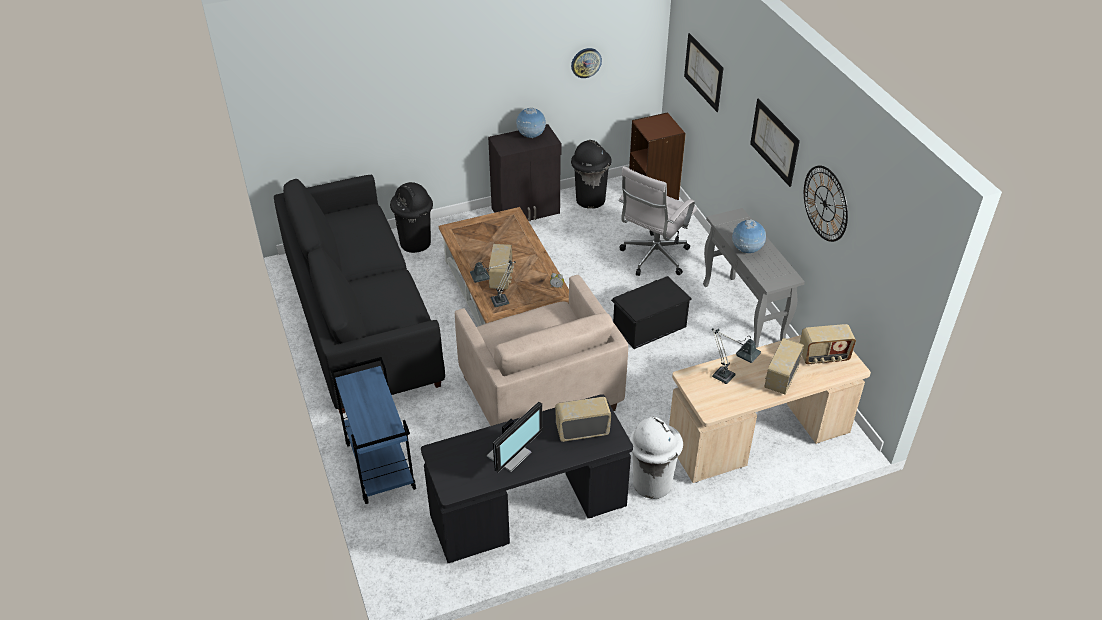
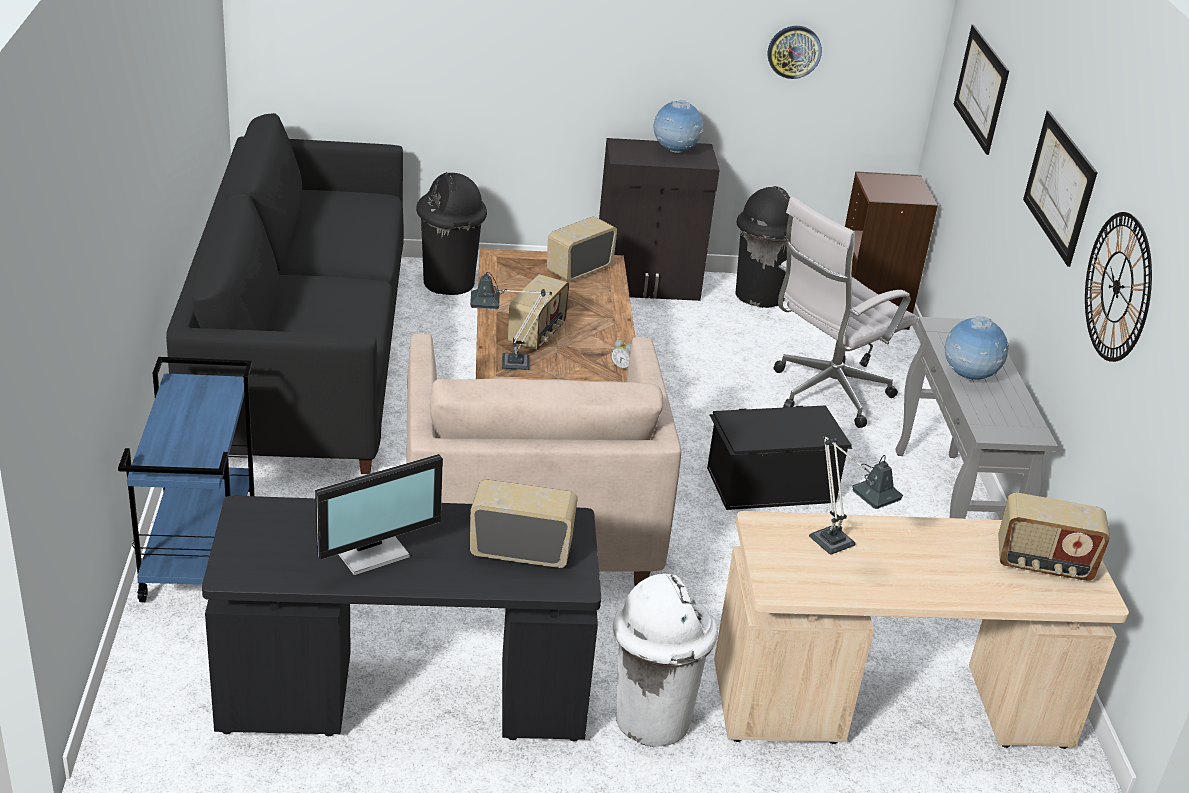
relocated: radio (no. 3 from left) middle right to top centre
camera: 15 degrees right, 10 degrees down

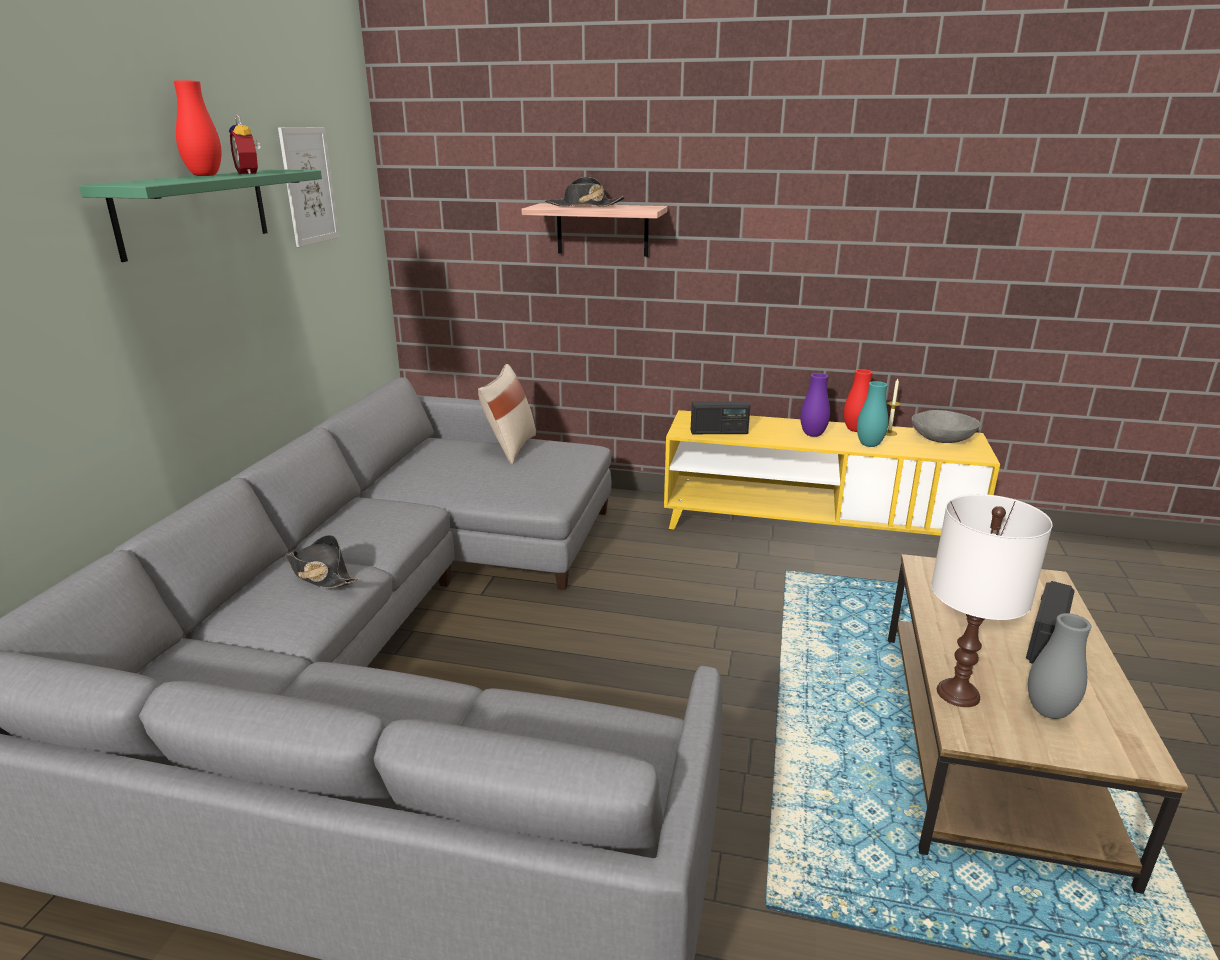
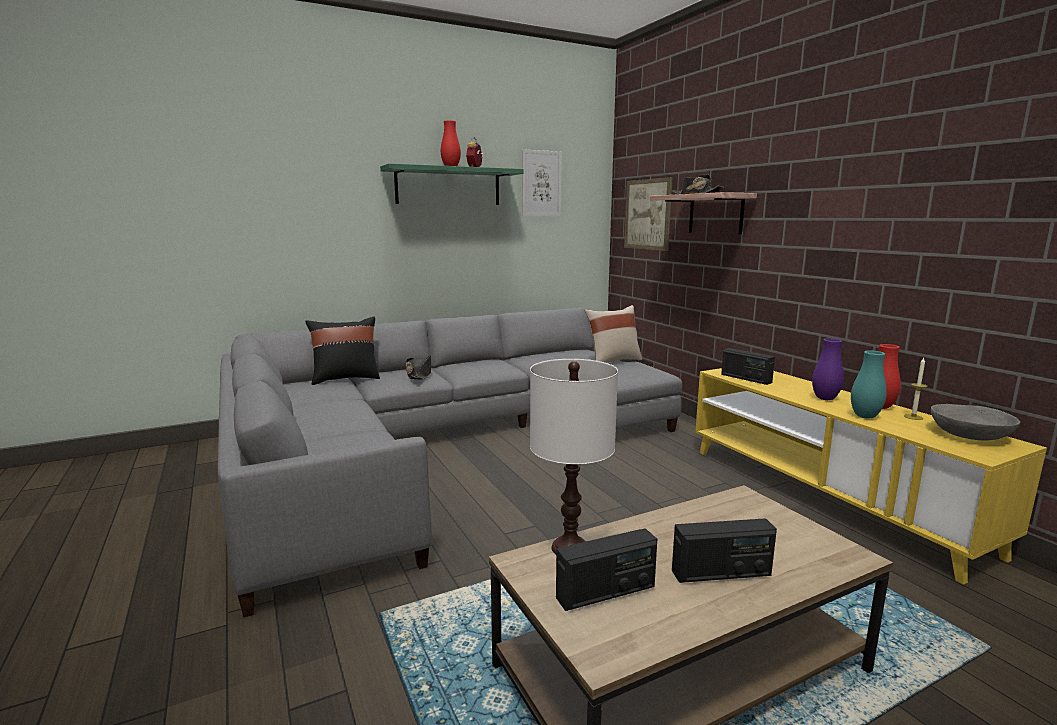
appeared: wall_art (no. 2 from left) top centre; blackish_throw_pillow middle left
exchanged: grey_vase bottom right to radio (no. 1 from left) bottom centre
camera: 50 degrees right, 10 degrees down

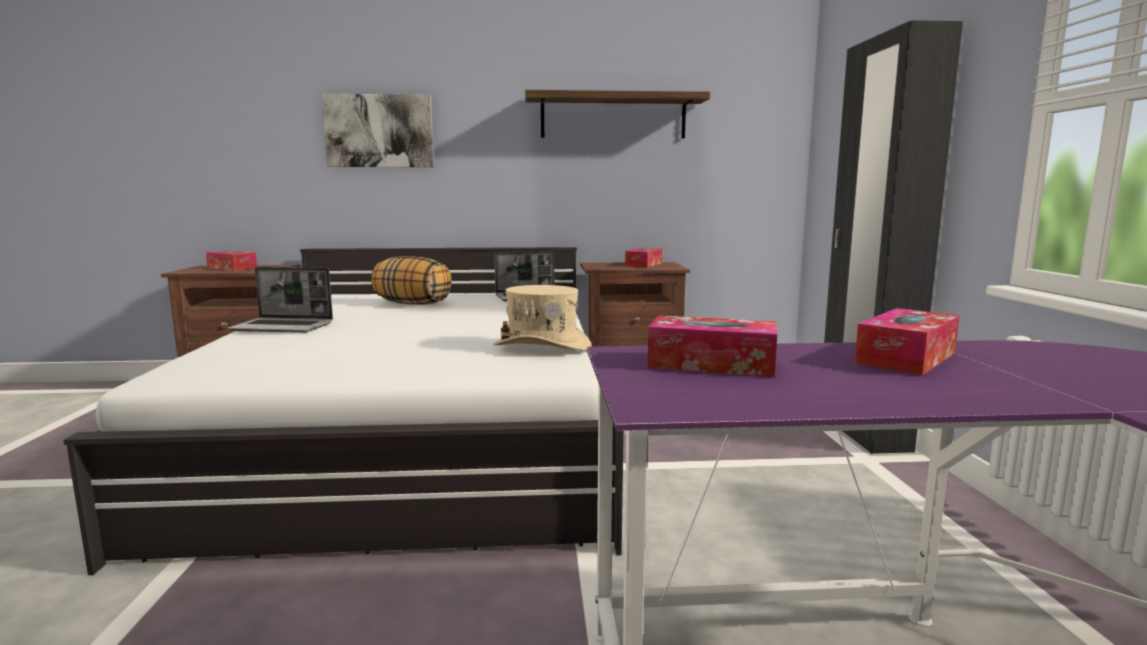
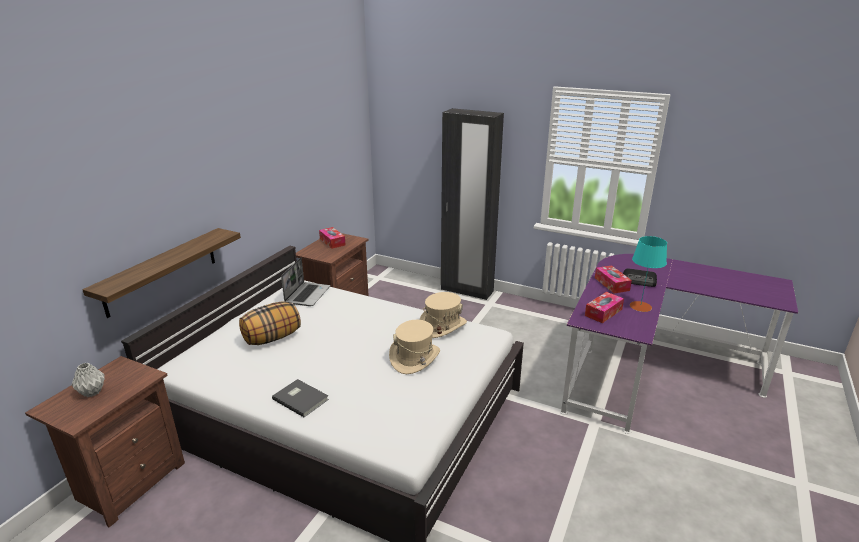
missing: wall_art top left
appeared: blue-green_lamp_for_a_table middle right; radio middle right; beige_hat (no. 1 from left) centre
relocated: bracket_shelf top centre to middle left
exchanged: box_of_tissues (no. 1 from left) middle left to grey_vase bottom left; notebook_computer (no. 1 from left) middle left to grey_volume bottom centre
camera: 60 degrees left, 15 degrees up

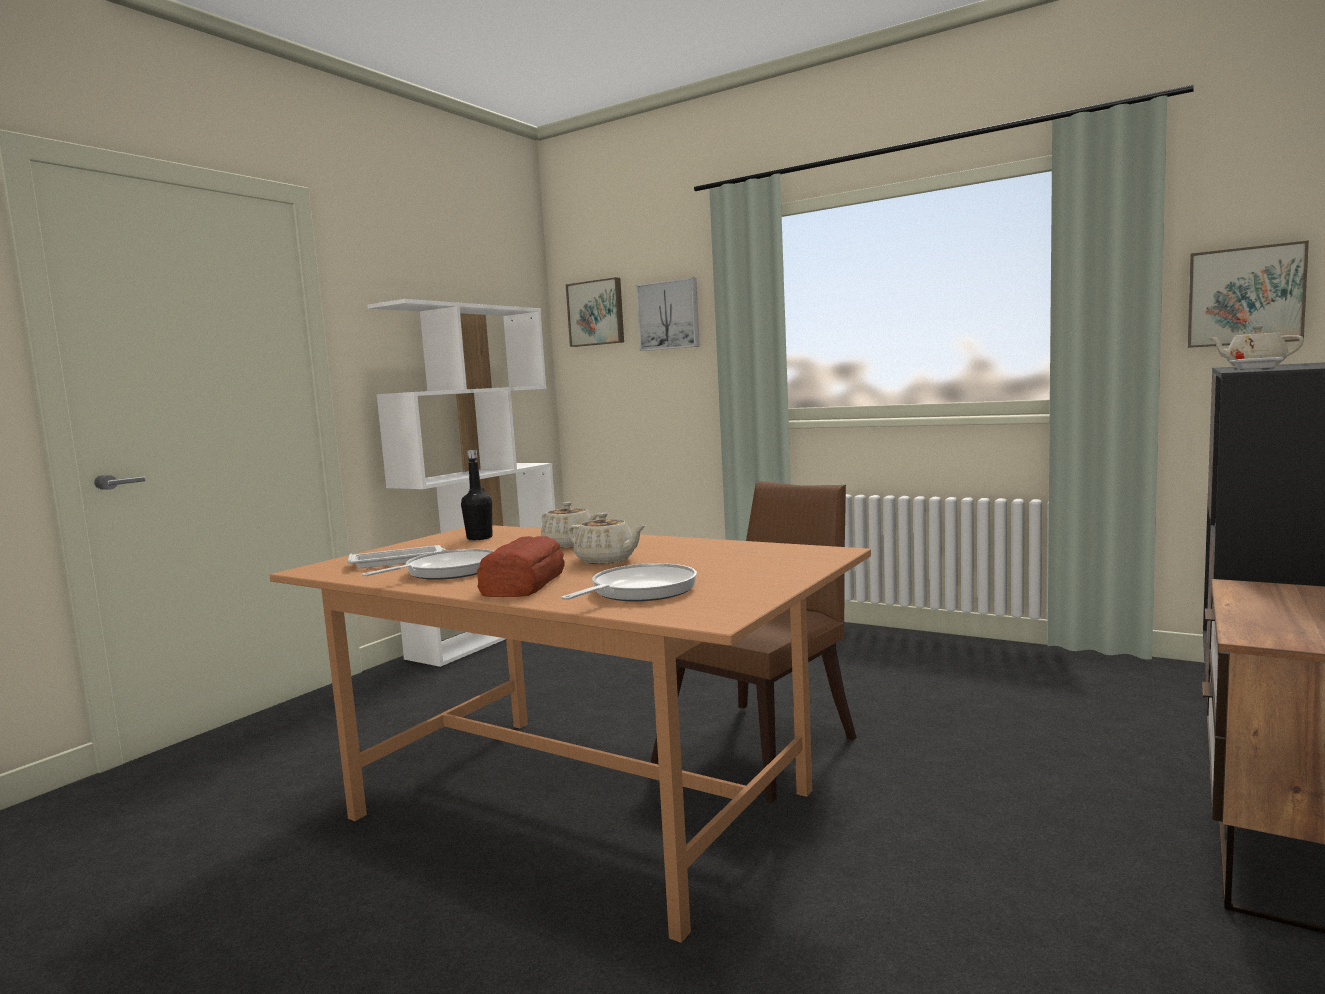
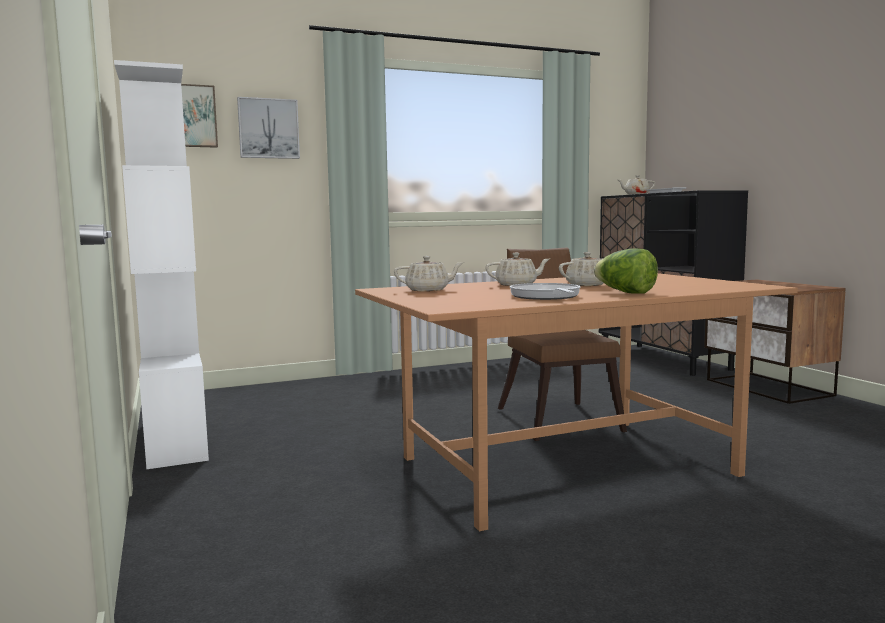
missing: wall_art (no. 3 from left) top right; white_tray (no. 1 from left) middle left; frying_pan (no. 2 from left) centre
exchanged: blackish_beverage_bottle centre to beige_teapot (no. 1 from left) centre; bread centre to head_of_lettuce middle right
camera: 55 degrees left, 0 degrees up

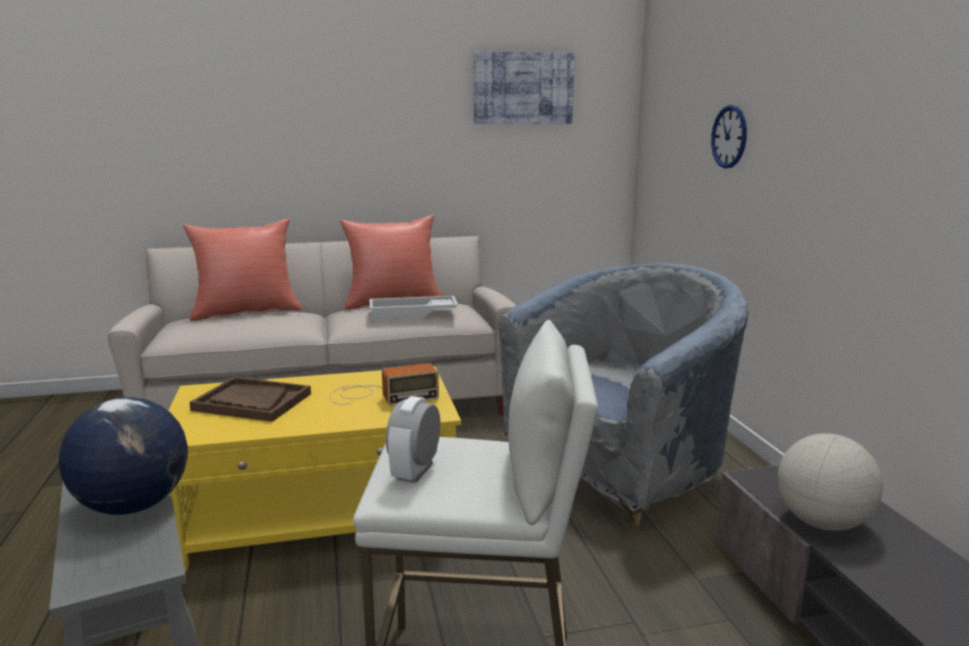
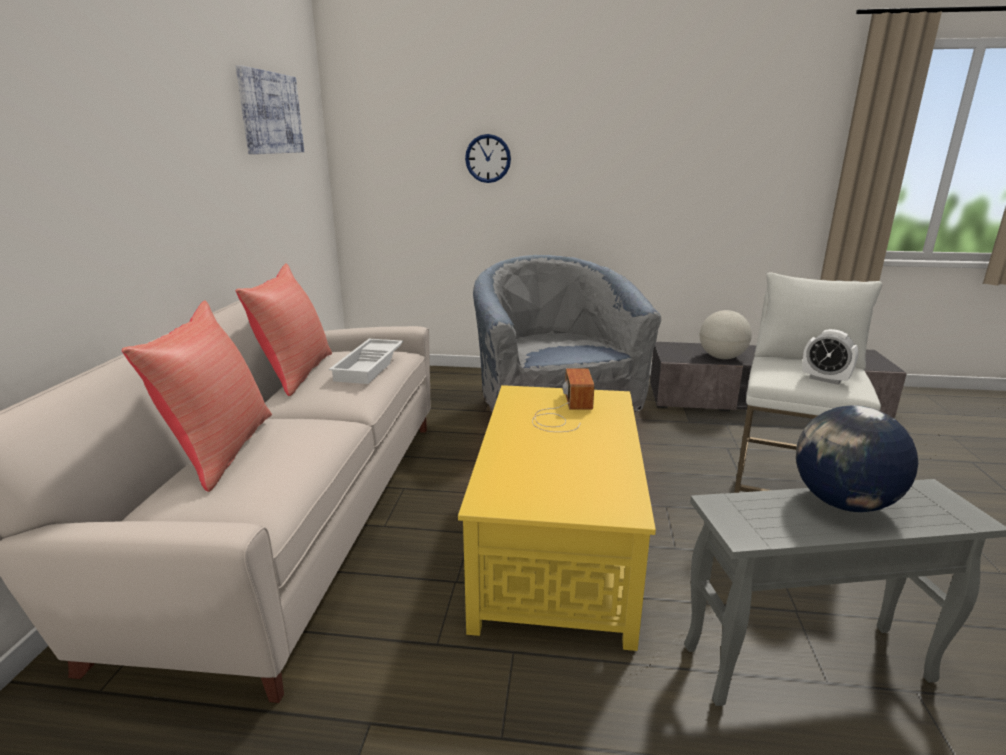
missing: brown_tray middle left
camera: 70 degrees left, 5 degrees up

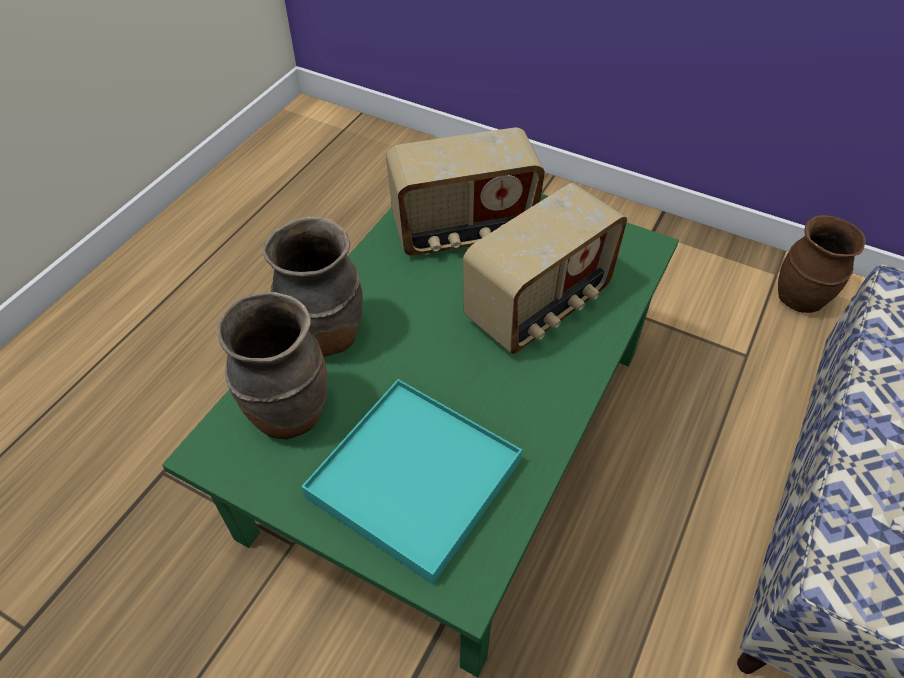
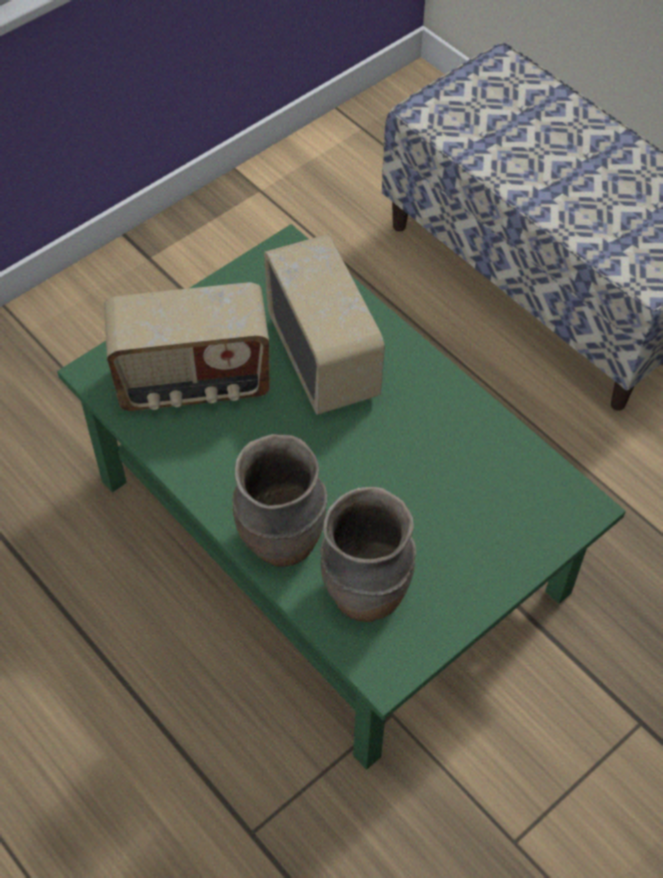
missing: brown_vase (no. 3 from left) middle right; blue-green_tray bottom centre
spun: radio (no. 1 from left) top centre = middle left 75 degrees clockwise
camera: 70 degrees left, 5 degrees up

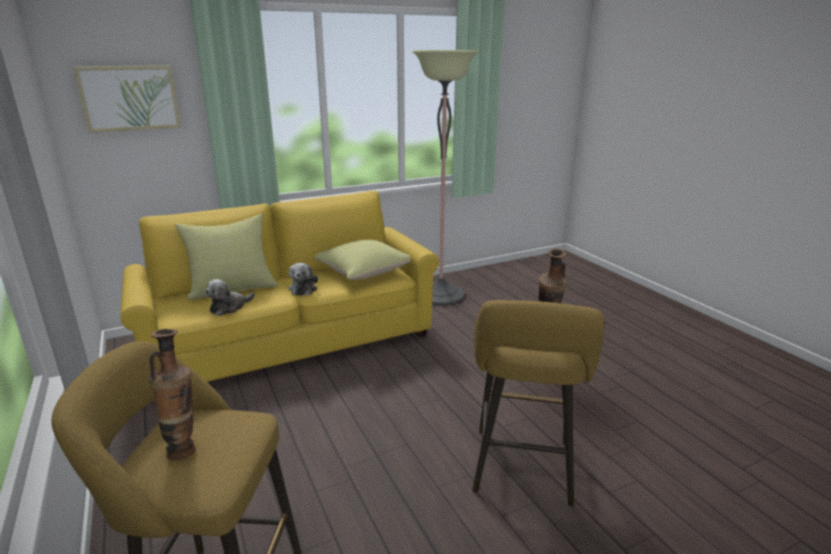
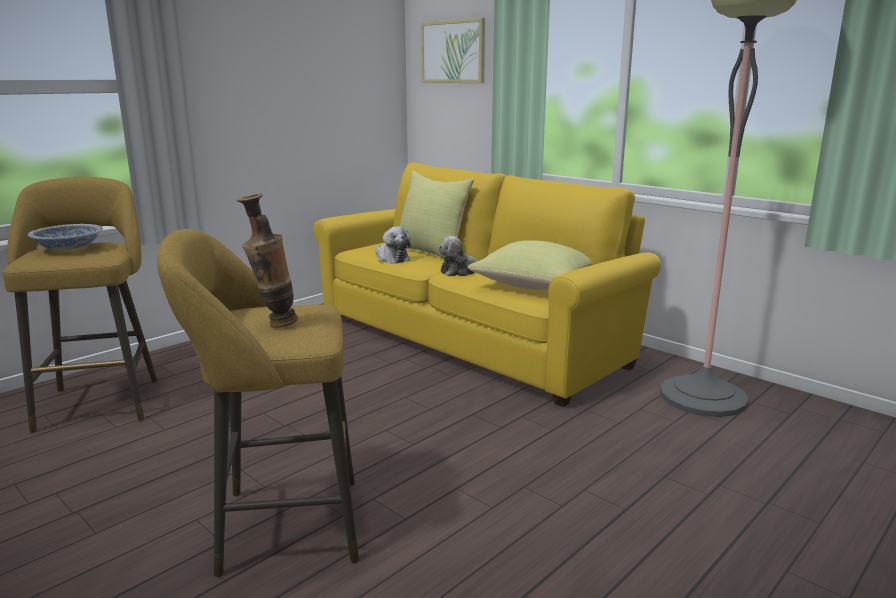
exchanged: vase (no. 1 from left) bottom left to serving_bowl middle left
spun: cuddly_toy (no. 1 from left) middle left = centre 150 degrees counterclockwise
camera: 70 degrees right, 5 degrees down

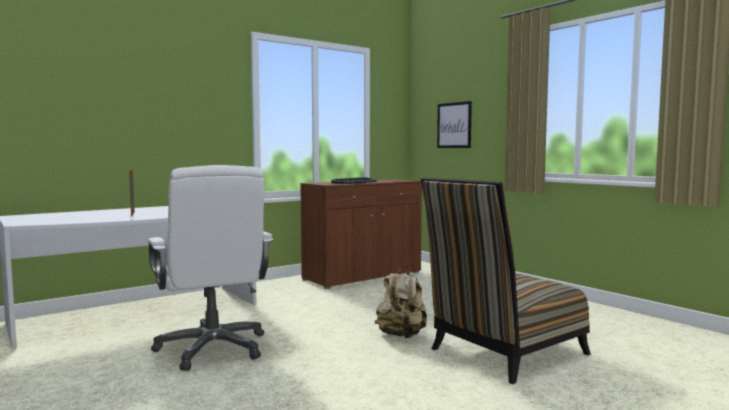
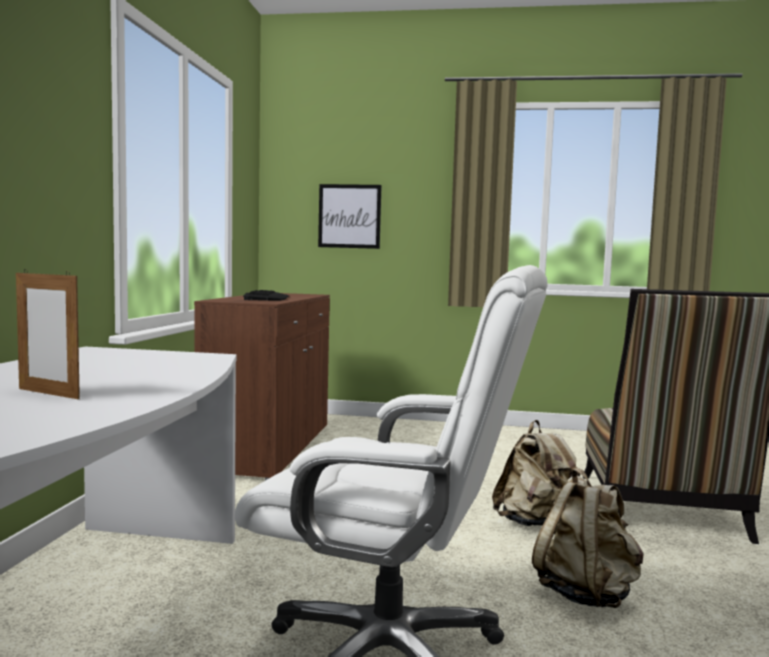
appeared: beige_knapsack (no. 2 from left) bottom right
camera: 45 degrees left, 0 degrees up

